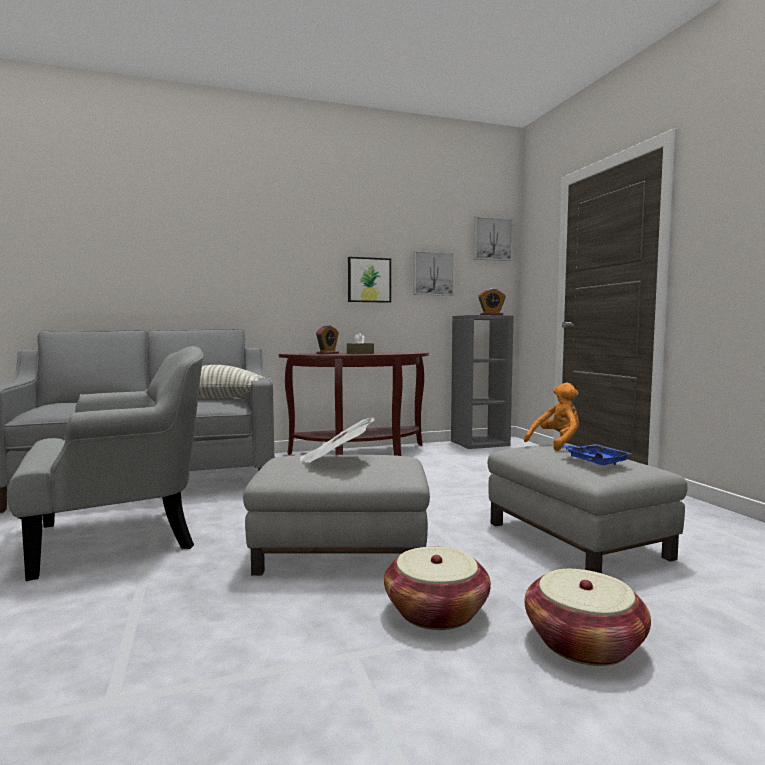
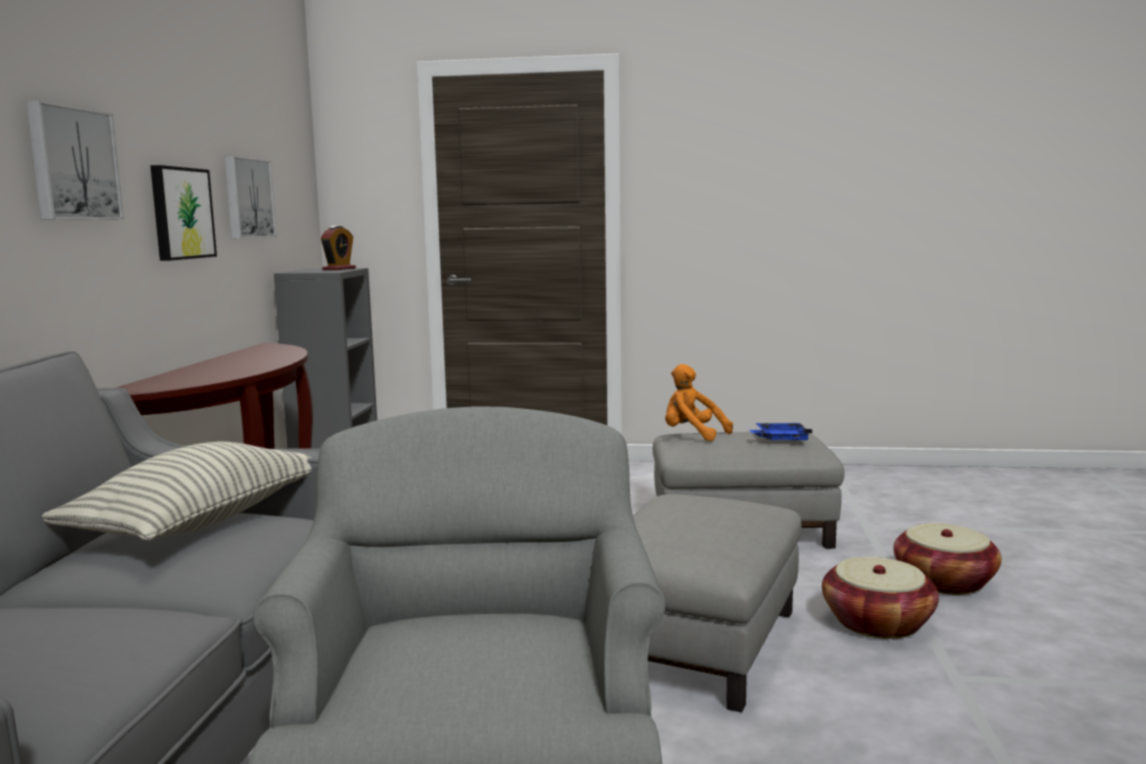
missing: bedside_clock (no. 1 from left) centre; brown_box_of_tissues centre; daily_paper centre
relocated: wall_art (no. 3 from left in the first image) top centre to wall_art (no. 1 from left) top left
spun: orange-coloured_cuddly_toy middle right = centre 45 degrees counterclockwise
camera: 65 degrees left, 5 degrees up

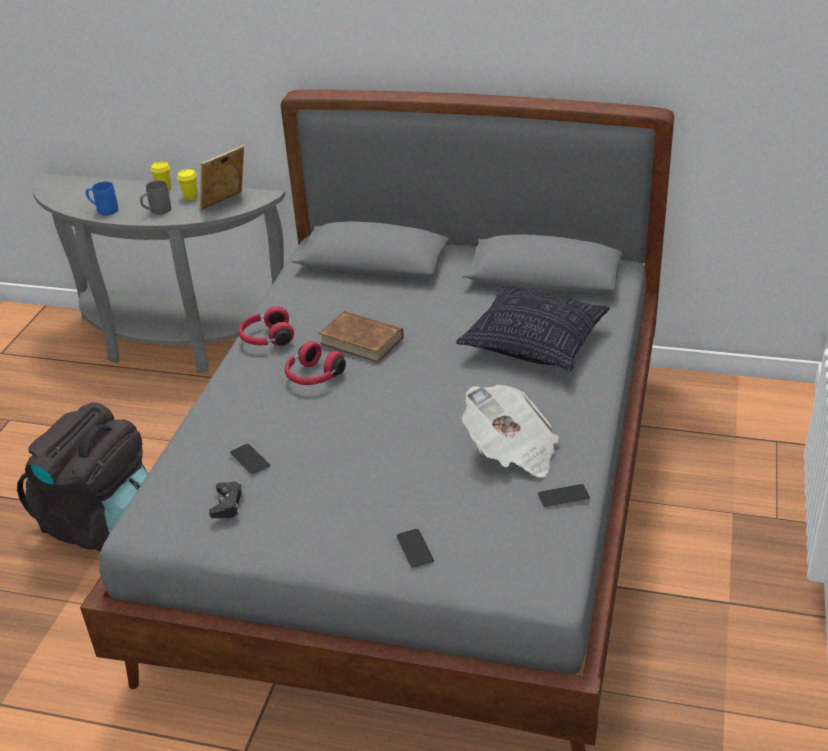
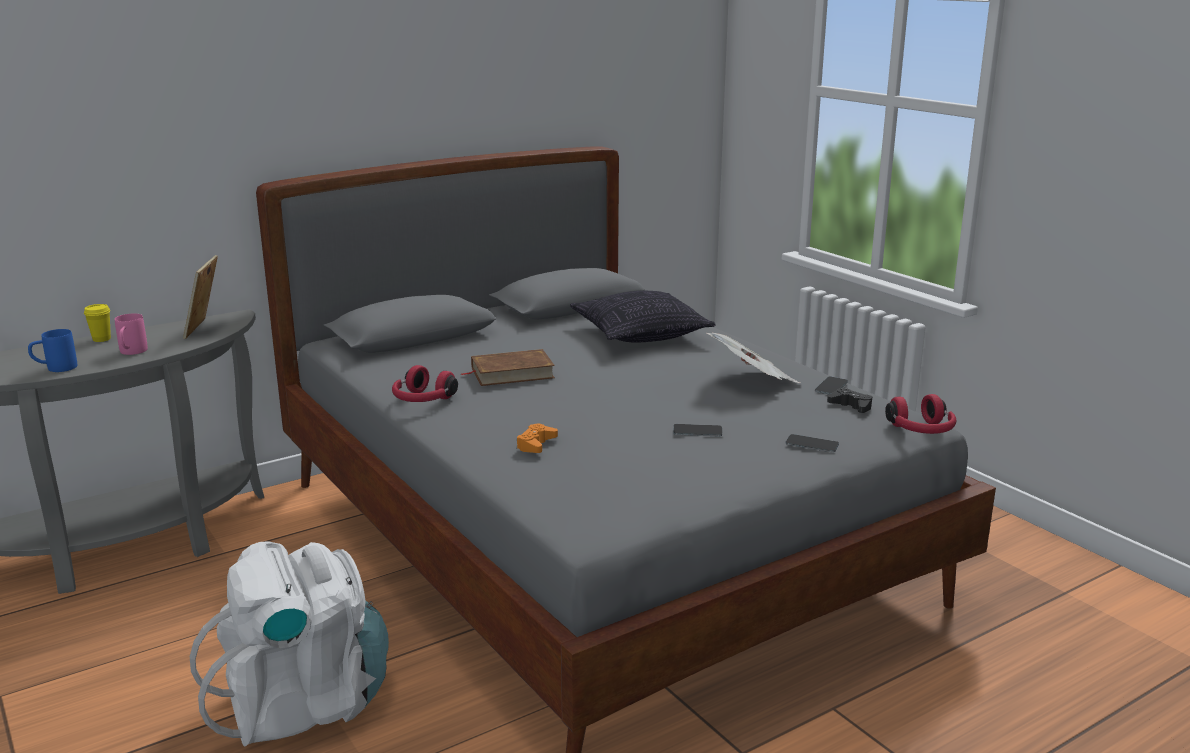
missing: yellowish_small_cup (no. 2 from left) top left
appeared: orange-coloured_game_controller centre
relocated: red_pair_of_headphones (no. 2 from left) centre to middle right; handset (no. 1 from left) middle left to centre; blackish_game_controller middle left to middle right
colour: grey_mug top left to pinkish_mug middle left; blackish_knapsack middle left to white_knapsack bottom left
camera: 50 degrees left, 15 degrees down

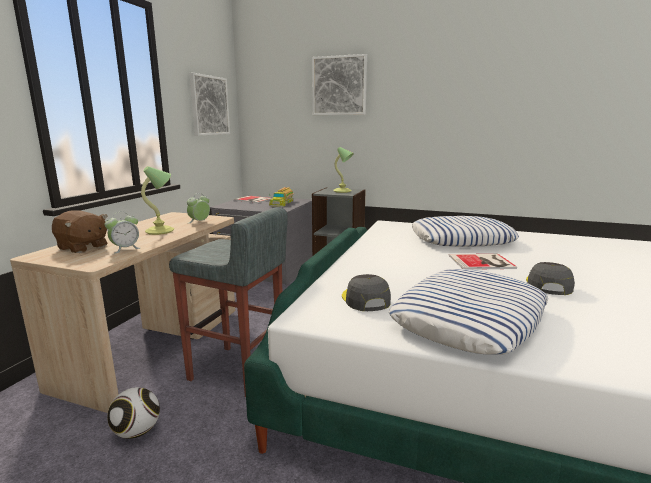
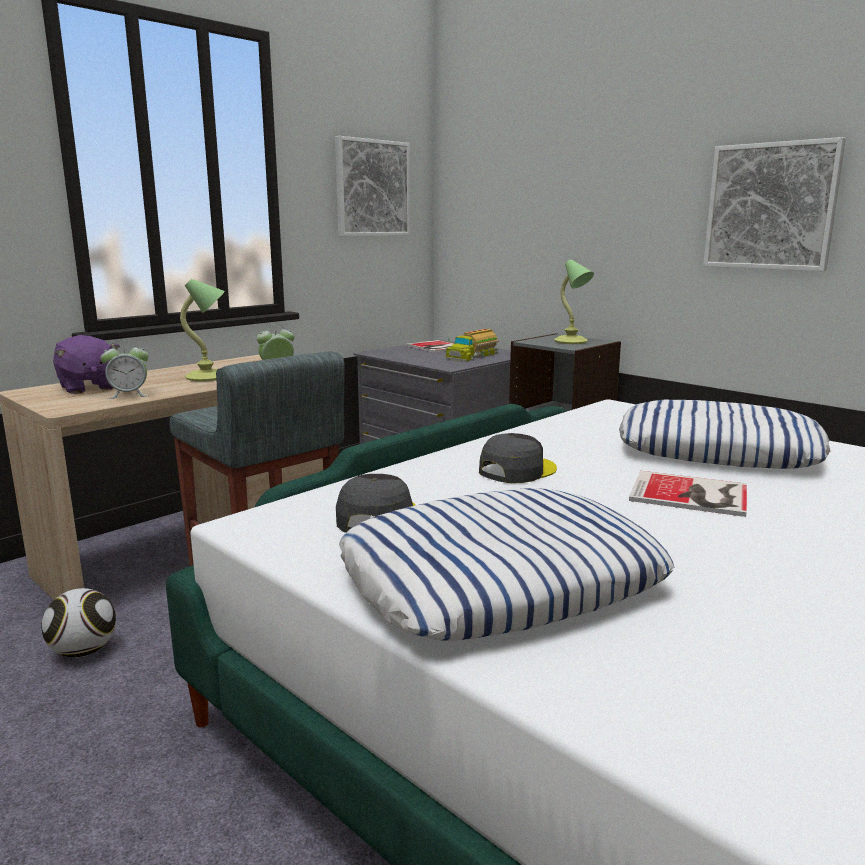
relocated: wall_art (no. 2 from left) top centre to top right; grey_peaked_cap (no. 2 from left) middle right to centre
colour: brown_cuddly_toy middle left to purple-coloured_cuddly_toy middle left
camera: 25 degrees right, 0 degrees up

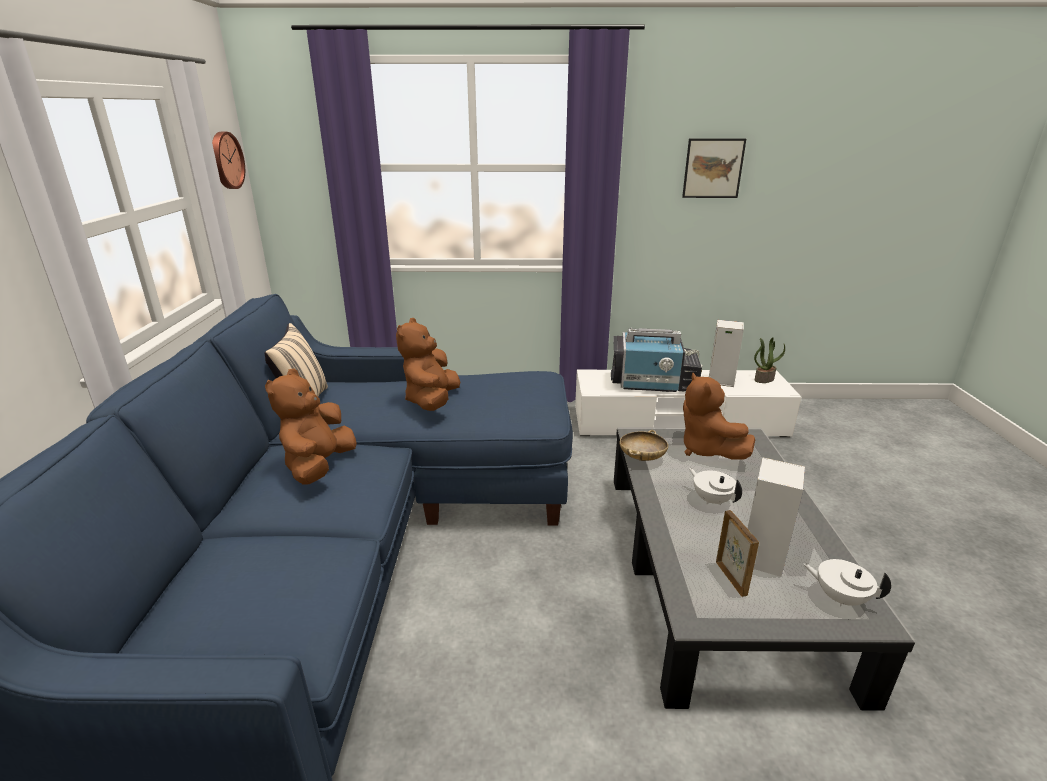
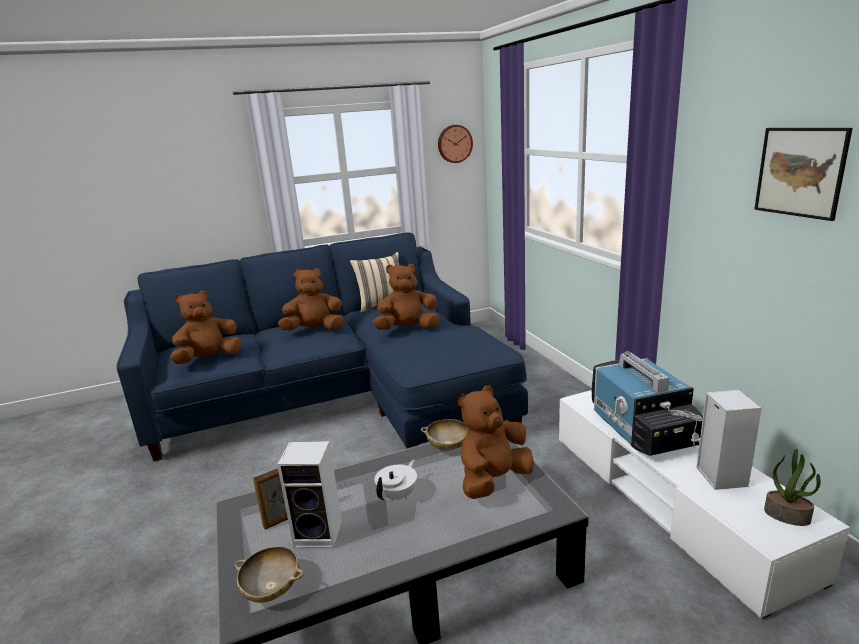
appeared: brown_cuddly_toy (no. 1 from left) middle left
exchanged: white_teapot (no. 2 from left) bottom right to beige_serving_bowl (no. 1 from left) bottom left
camera: 70 degrees right, 5 degrees down

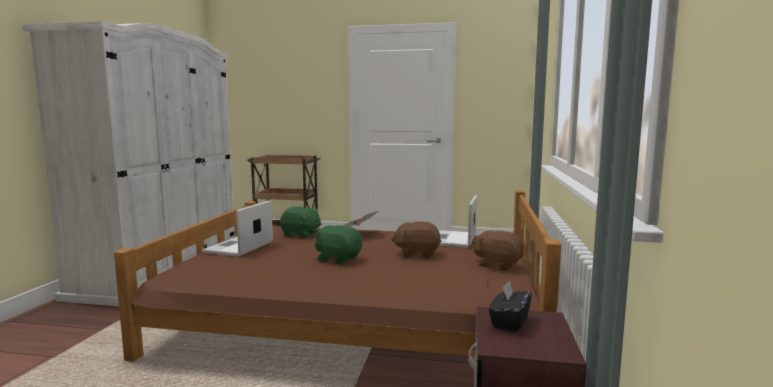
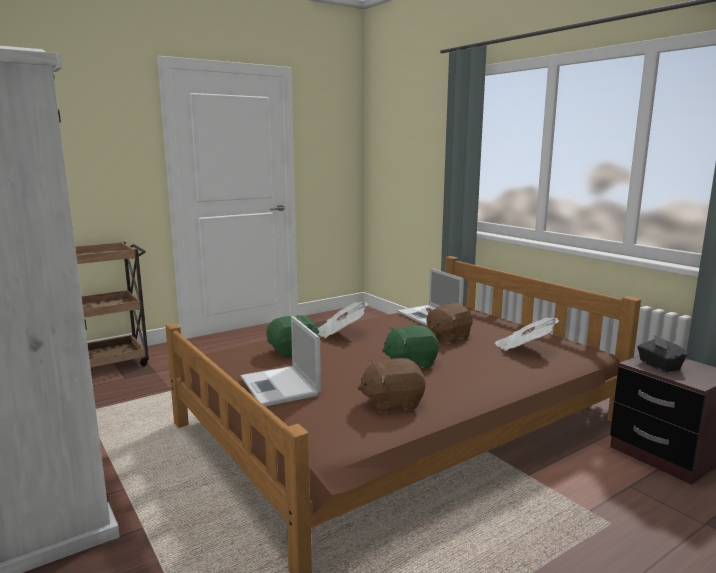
appeared: daily_paper (no. 2 from left) middle right
relocated: brown_cuddly_toy (no. 2 from left in the first image) centre to brown_cuddly_toy (no. 1 from left) bottom centre
camera: 45 degrees left, 5 degrees up

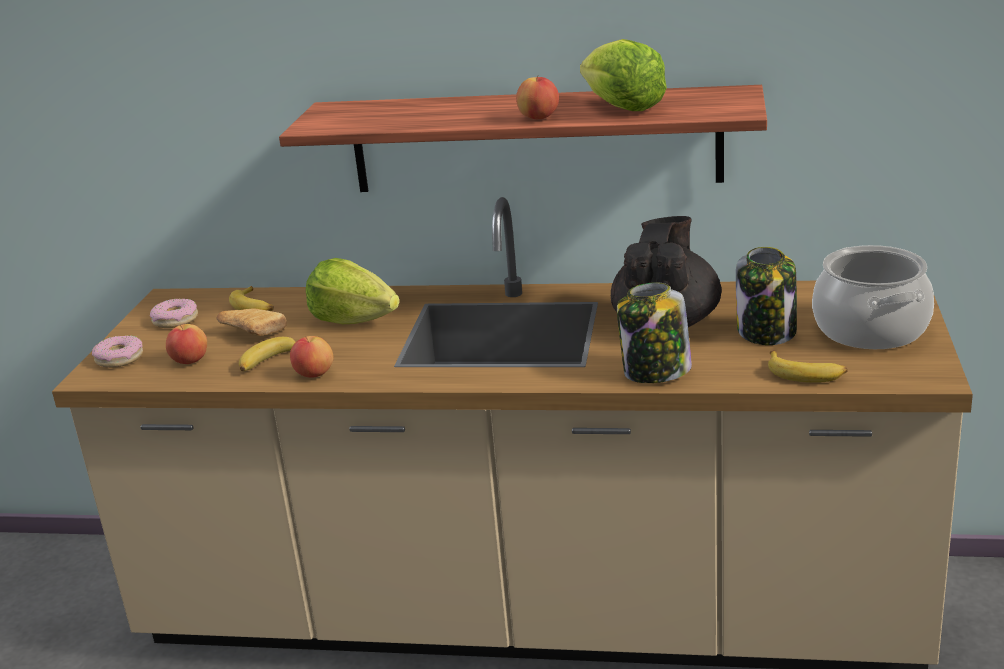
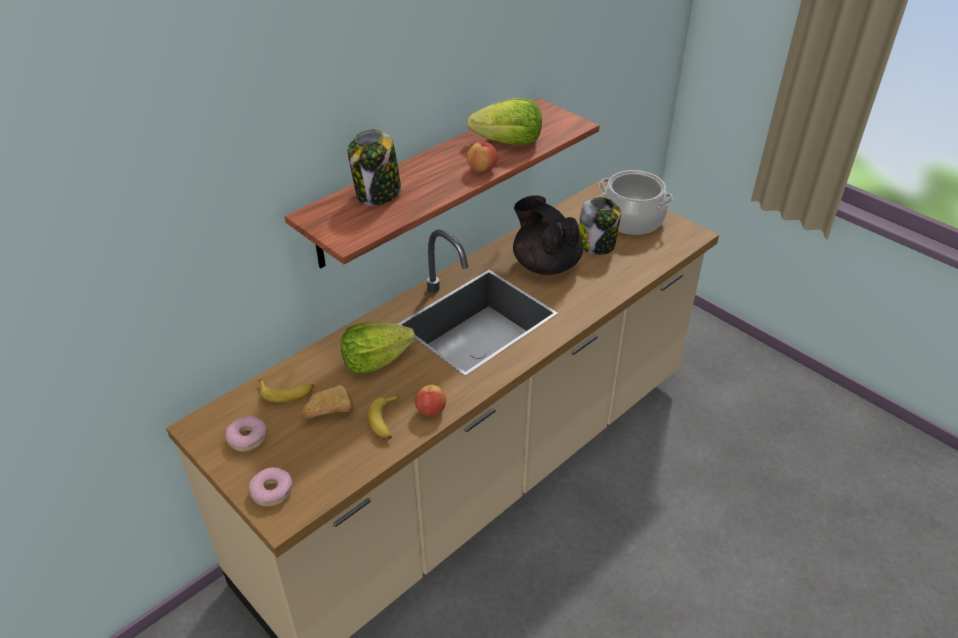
missing: whole_apple (no. 1 from left) middle left; banana (no. 3 from left) middle right
relocated: storage_jar (no. 1 from left) centre to top centre
camera: 55 degrees left, 15 degrees up

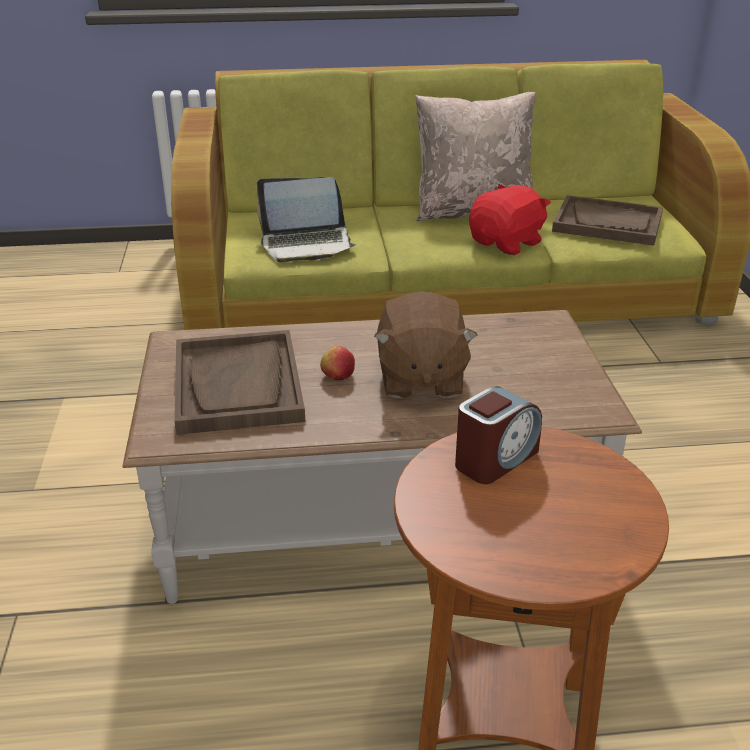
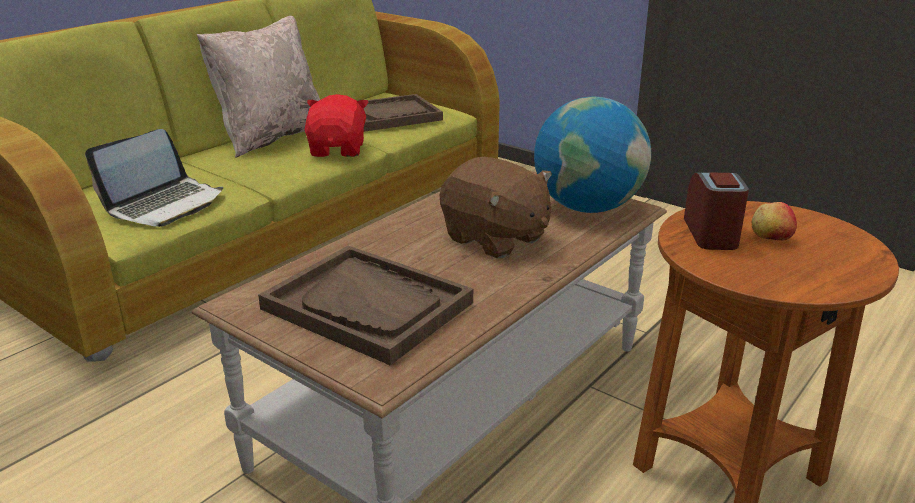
appeared: globe top centre
relocated: whole_apple centre to middle right
camera: 45 degrees left, 5 degrees down

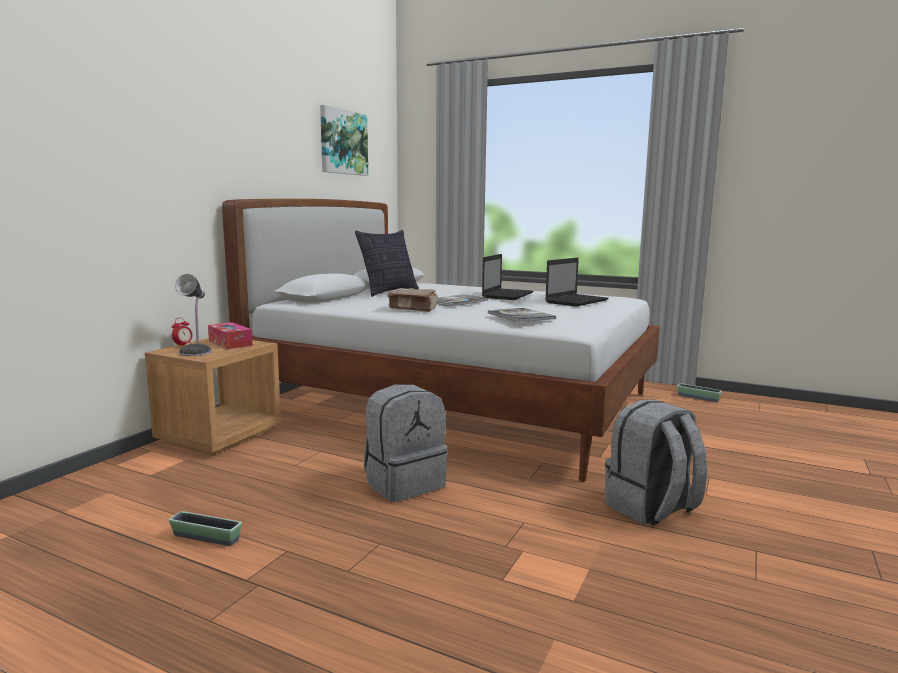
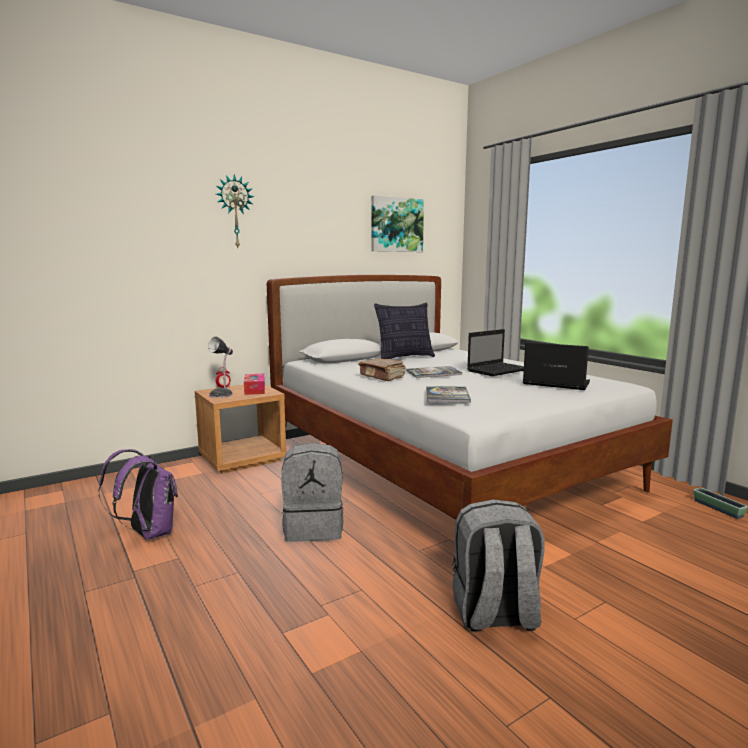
appeared: hanging_clock top left
exchanged: plant_pot (no. 1 from left) bottom left to purple-coloured_knapsack middle left
spun: notebook_computer (no. 2 from left) centre = middle right 135 degrees counterclockwise
camera: 30 degrees right, 0 degrees up

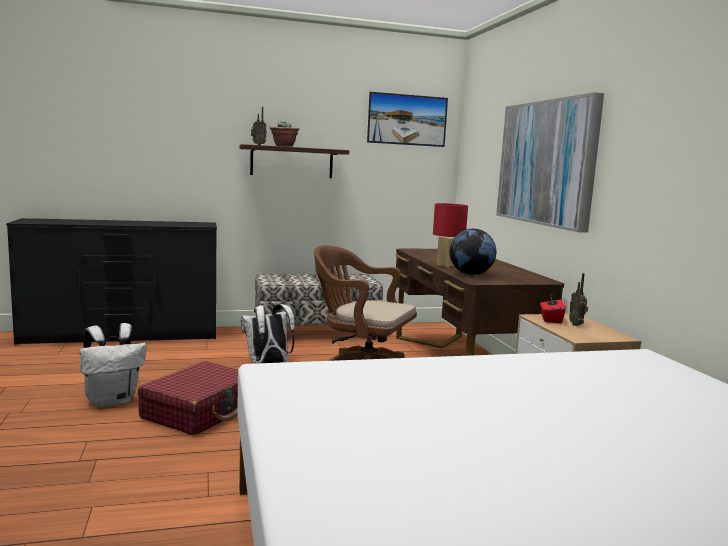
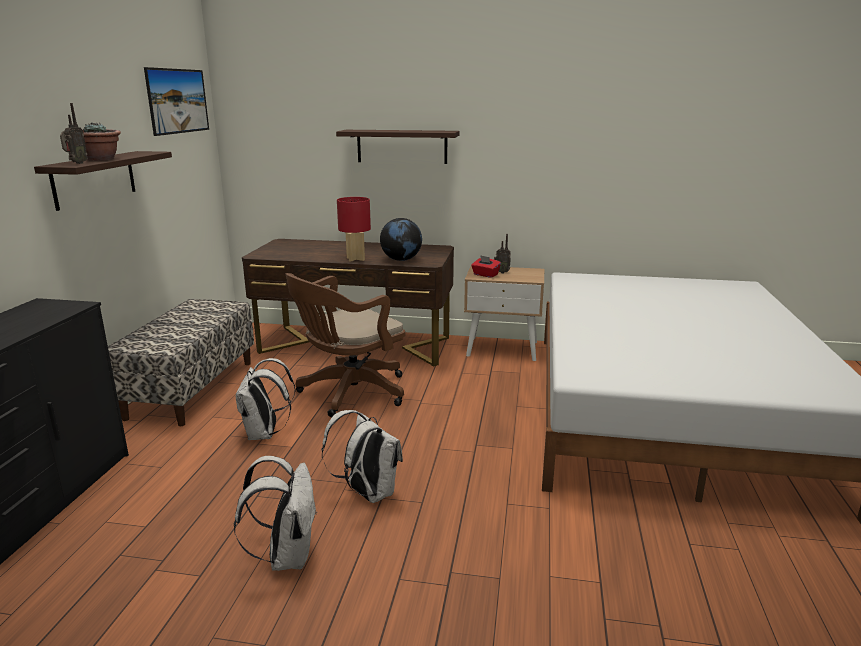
exchanged: wall_art (no. 2 from left) top right to bracket_shelf (no. 2 from left) top centre; red_travel_case bottom left to white_knapsack (no. 3 from left) bottom centre
camera: 65 degrees left, 10 degrees up

